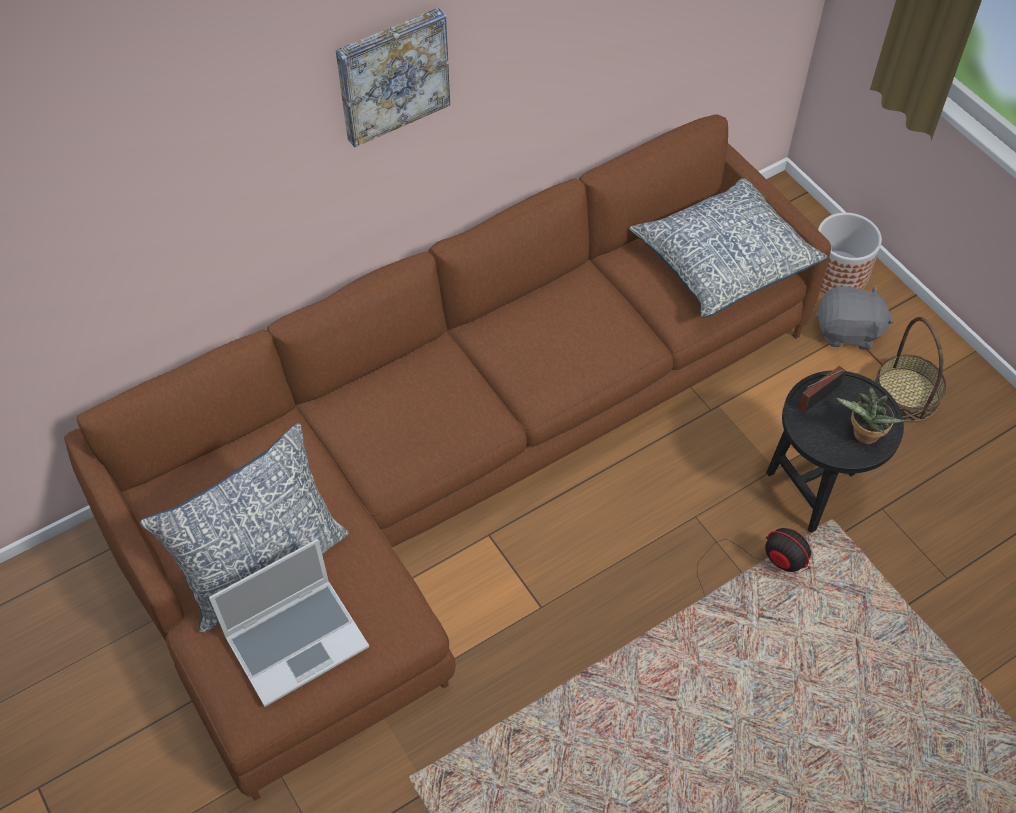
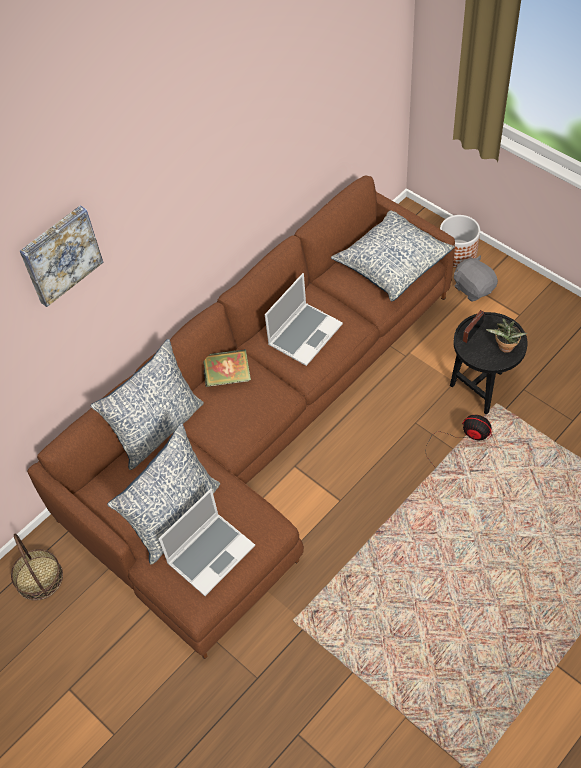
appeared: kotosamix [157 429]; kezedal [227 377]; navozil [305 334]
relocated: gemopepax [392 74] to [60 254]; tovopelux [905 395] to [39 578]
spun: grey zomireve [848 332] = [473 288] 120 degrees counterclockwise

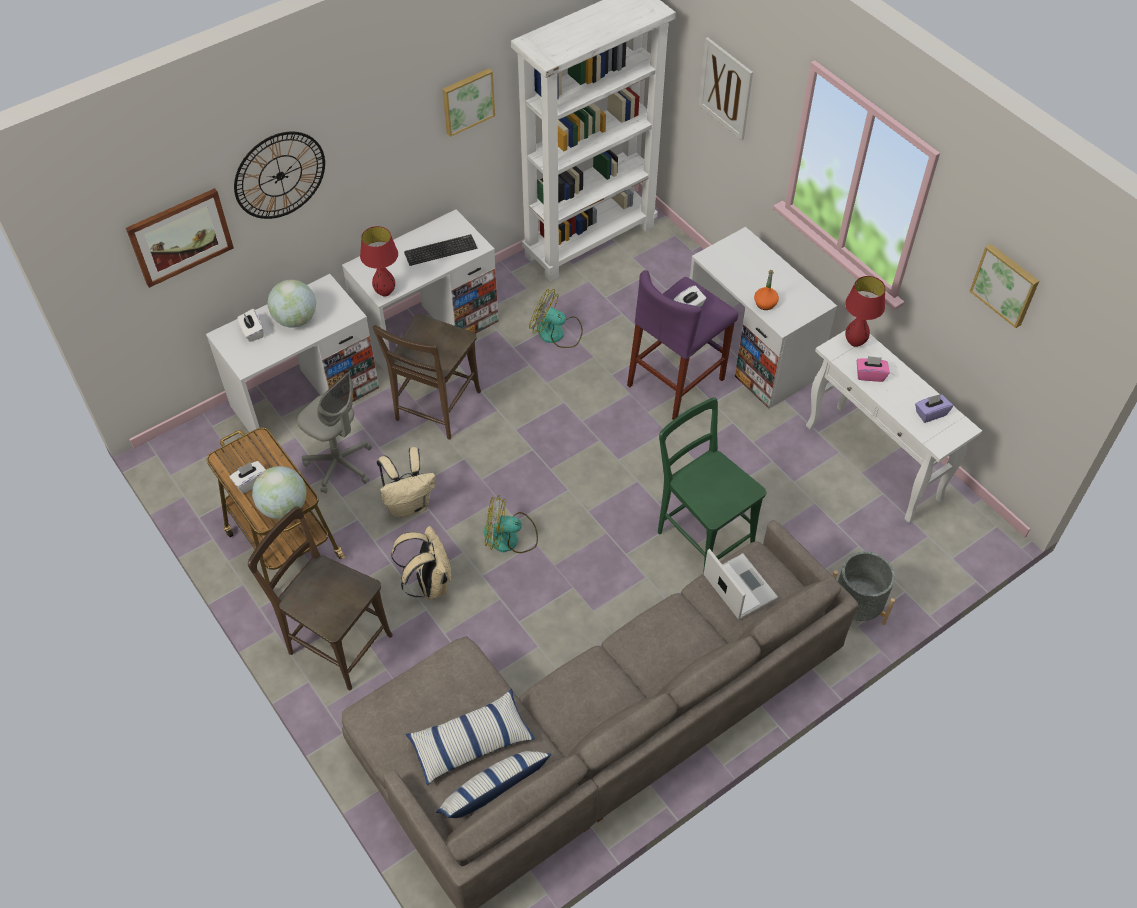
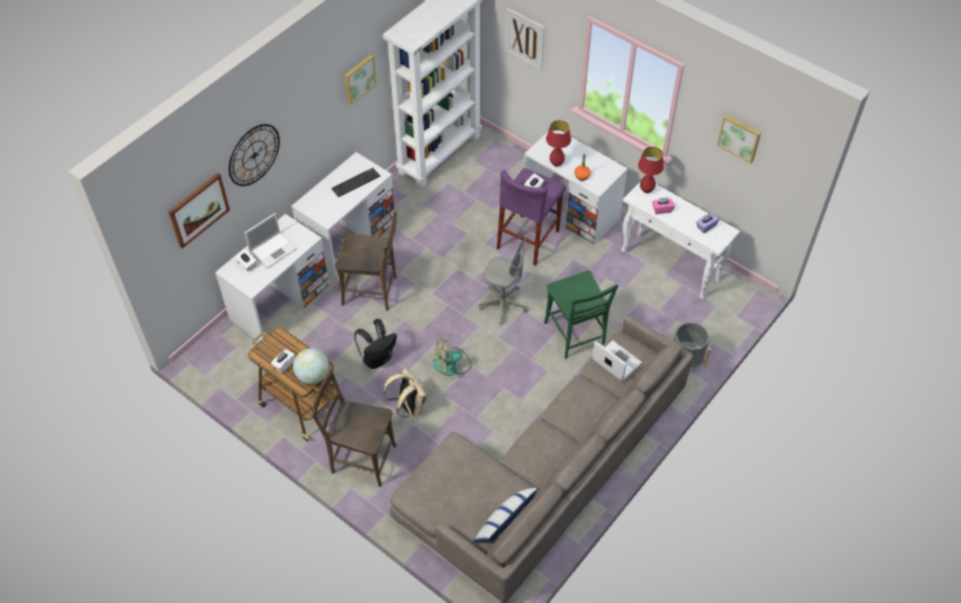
missing: kotosamix [471 742]; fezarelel [557 333]
relocated: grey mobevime [340 465] to [503 304]; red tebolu [385 292] to [556 164]
exchanged: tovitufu [295 319] to navozil [274 249]
colour: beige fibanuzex [409 505] to black fibanuzex [377 359]
spun: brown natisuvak [435 409] = [373 291] 90 degrees counterclockwise; green natisuvak [702 535] = [576 336] 150 degrees counterclockwise

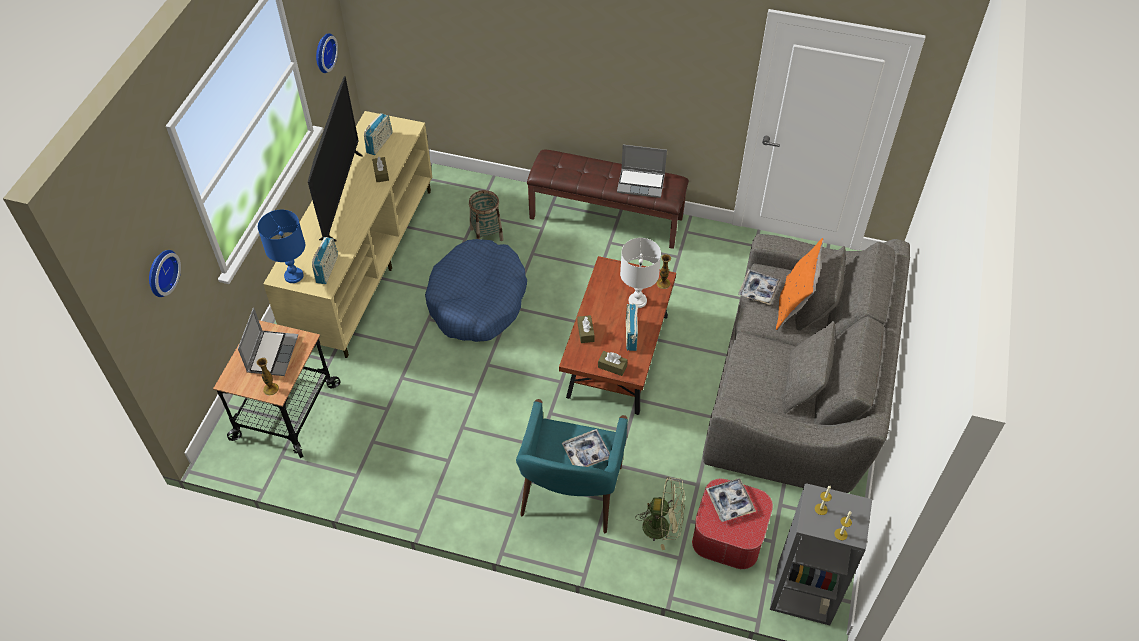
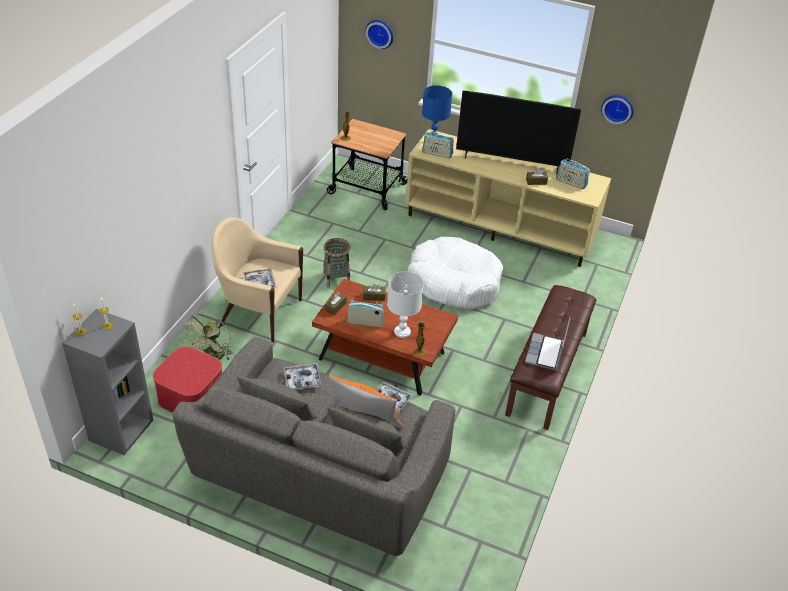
missing: navozil [272 353]
relocated: tovopelux [486 234] to [336 278]; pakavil [730 502] to [302 380]
colour: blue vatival [477 301] to white vatival [454 282]; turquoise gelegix [570 493] to beige gelegix [259 312]

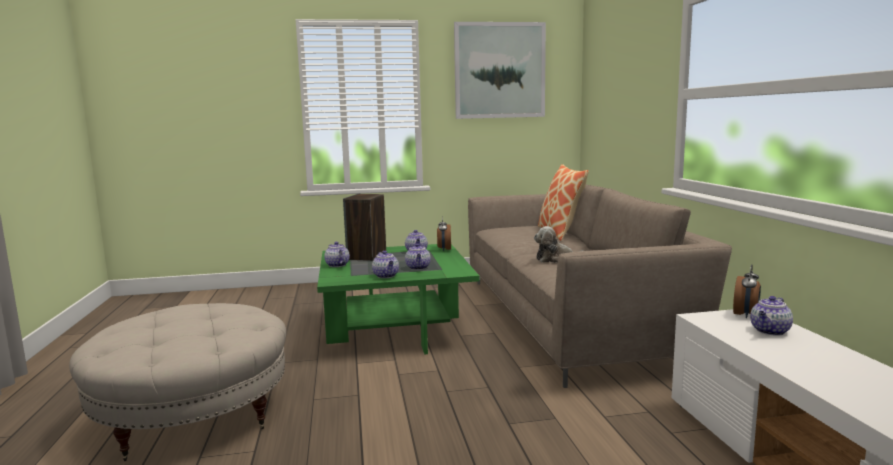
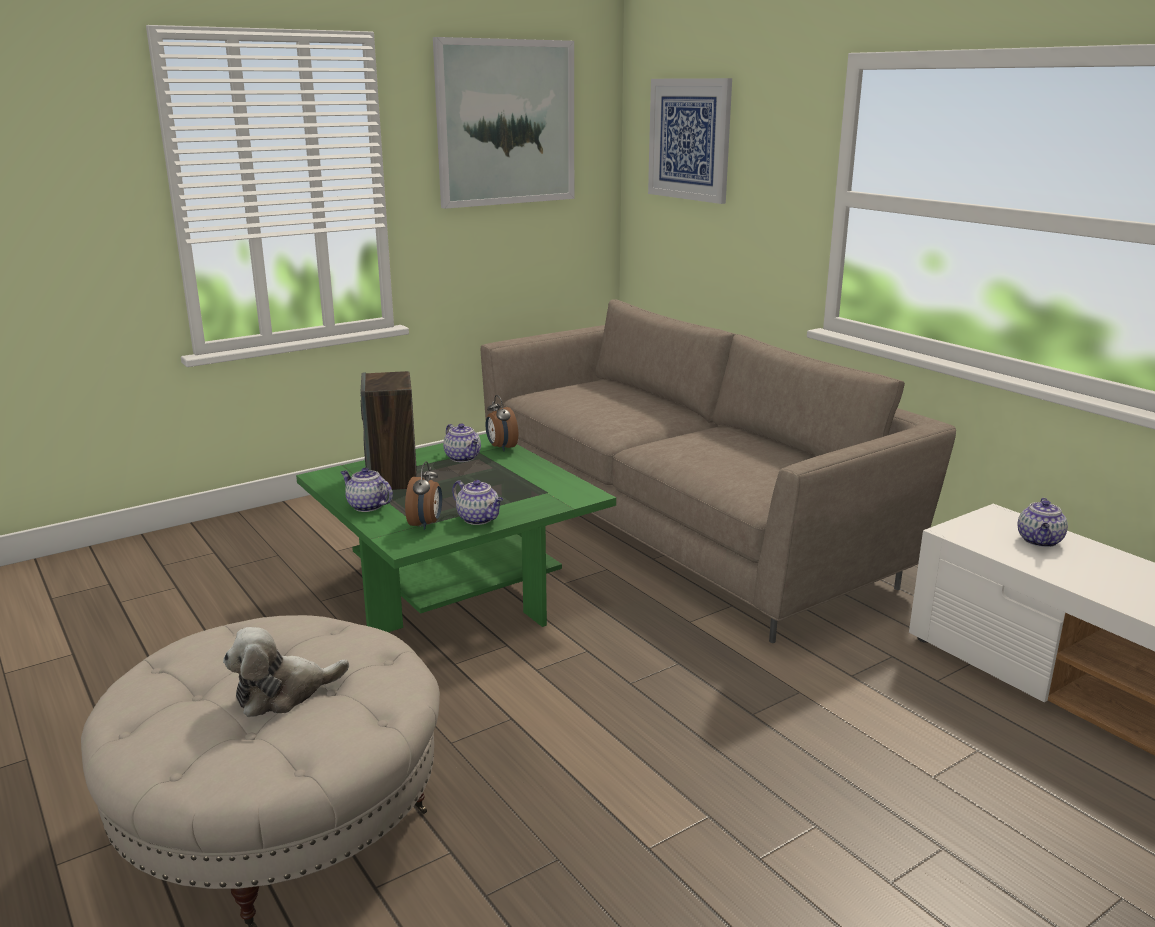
missing: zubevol [418 268]; kotosamix [561 233]
appeared: gemopepax [689 139]
relocated: zomireve [555 259] to [283 693]; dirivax [745 314] to [426 524]

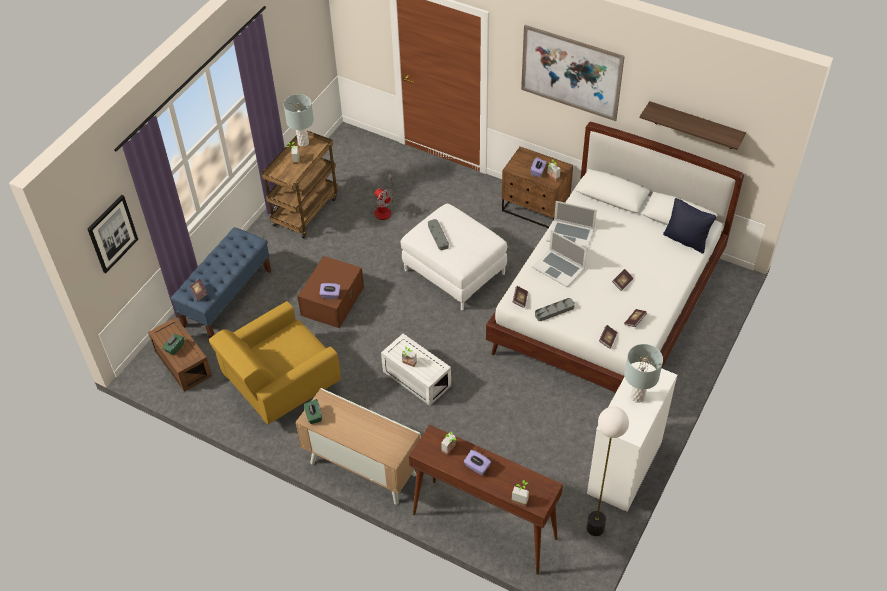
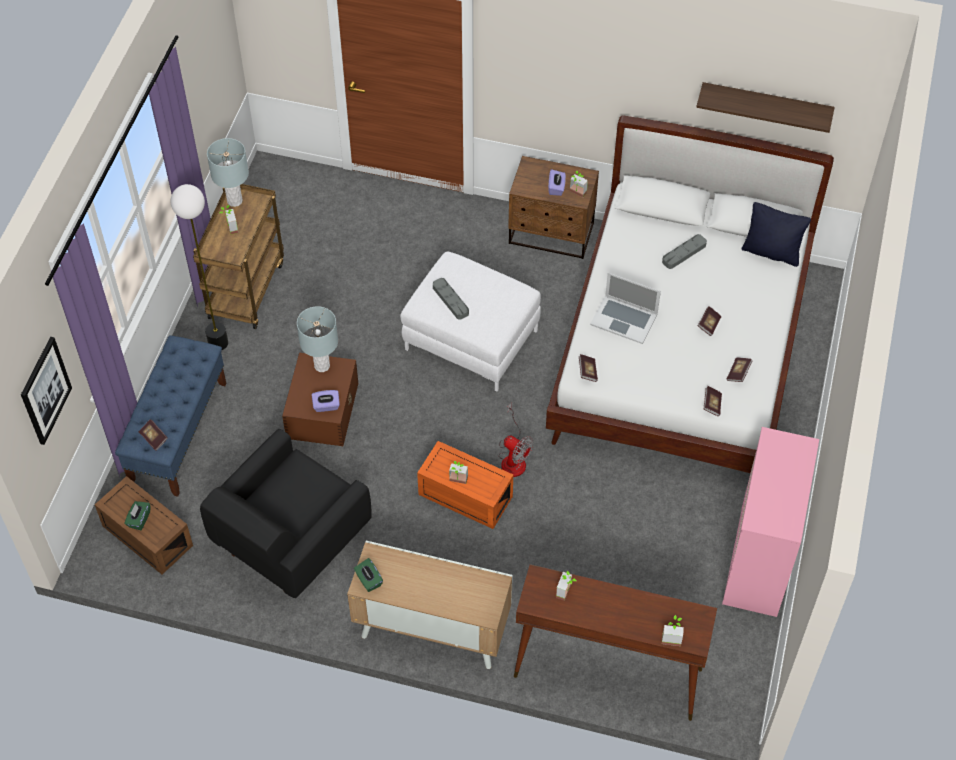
missing: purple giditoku [477 467]; gemopepax [571 72]; navozil [570 235]
relocated: fezarelel [384 209] to [513 458]; grey pakavil [554 311] to [684 253]; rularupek [595 528] to [217 343]; grey tebolu [638 397] to [322 366]
colour: yellow gelegix [280 385] to black gelegix [289 540]; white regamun [415 378] to orange regamun [463 496]; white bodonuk [624 468] to pink bodonuk [758 561]

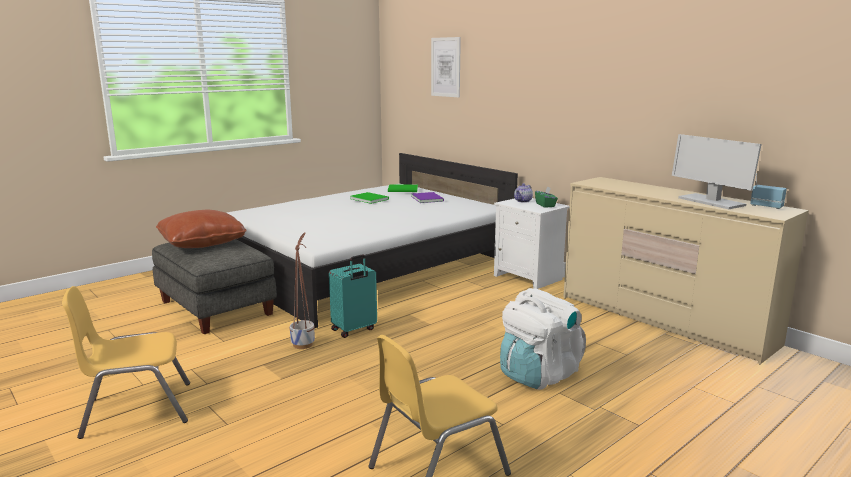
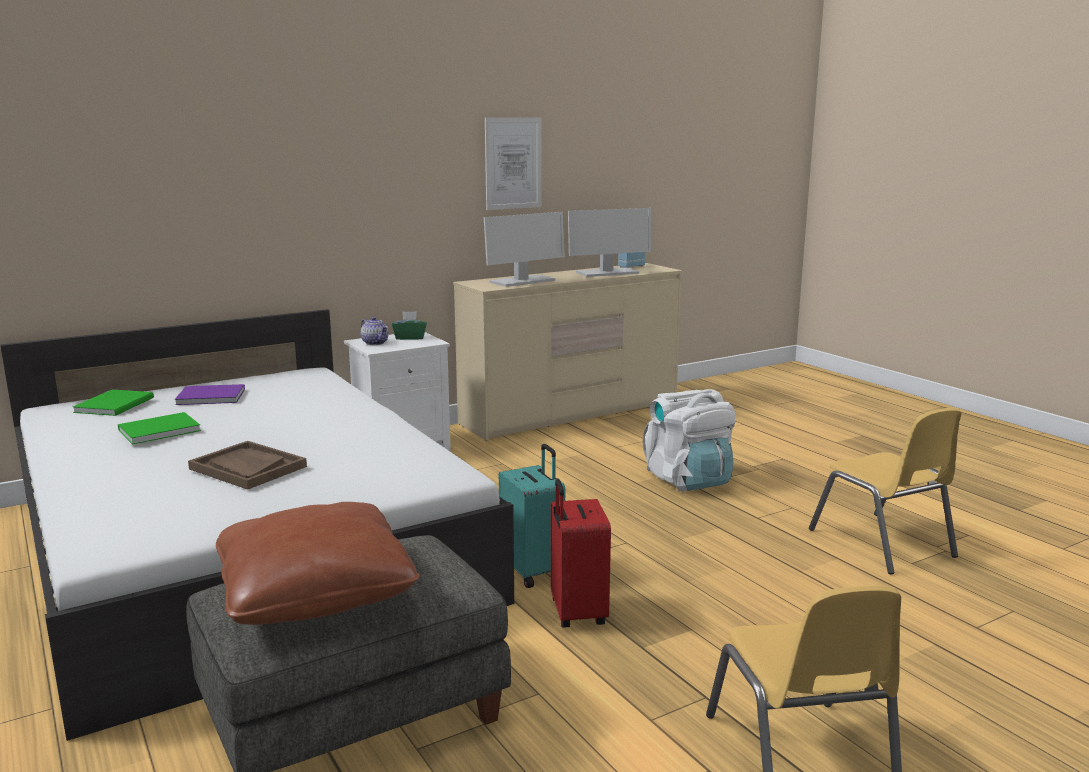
appeared: brown pakavil [247 468]; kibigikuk [522 281]
relocated: gemopepax [445 67] to [513 163]
exchanged: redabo [303 344] to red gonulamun [576 613]

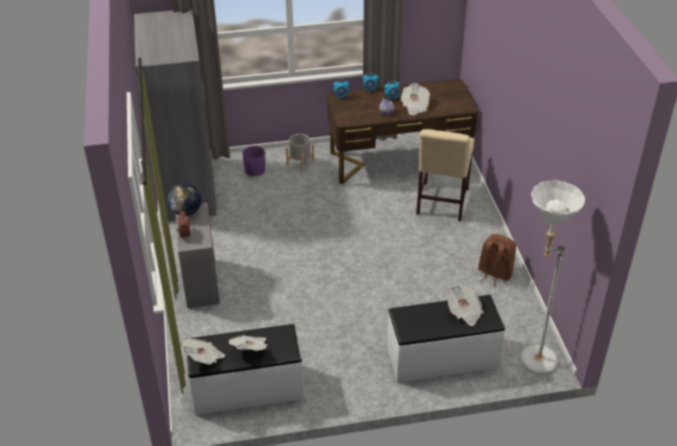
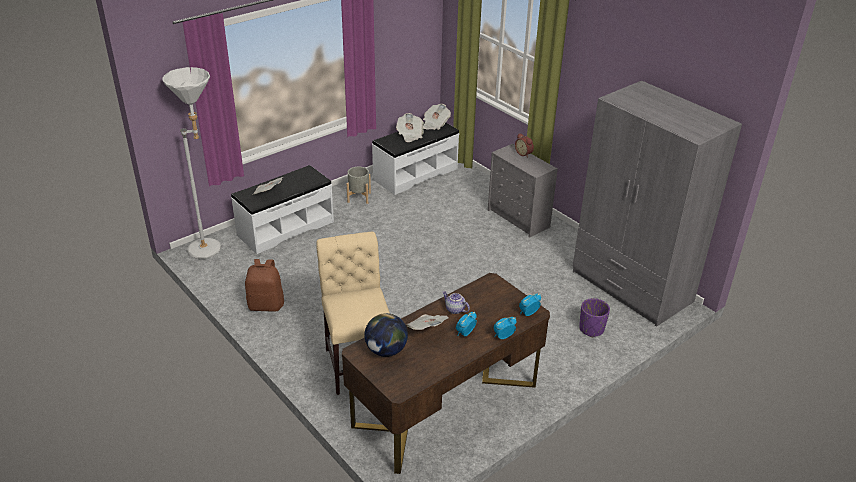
relocated: tovitufu [186 212] to [386 350]; grey redabo [300 163] to [359 197]

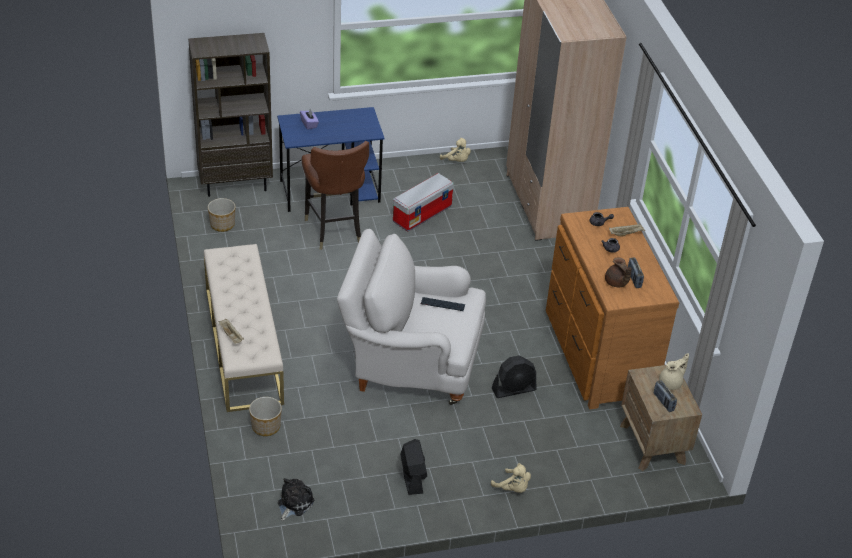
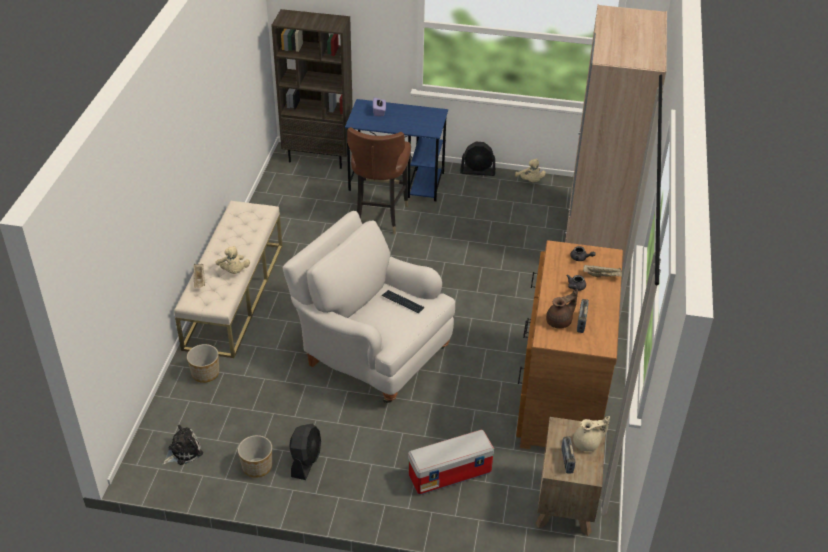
relocated: redabo [222 224] to [257 466]; regamun [422 213] to [450 473]; beige zomireve [512 488] to [233 271]; black fezarelel [514 389] to [477 171]
spun: brown zubevol [616 283] = [560 321] 120 degrees counterclockwise

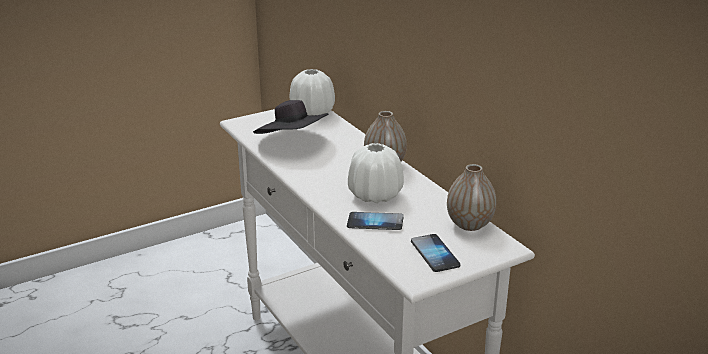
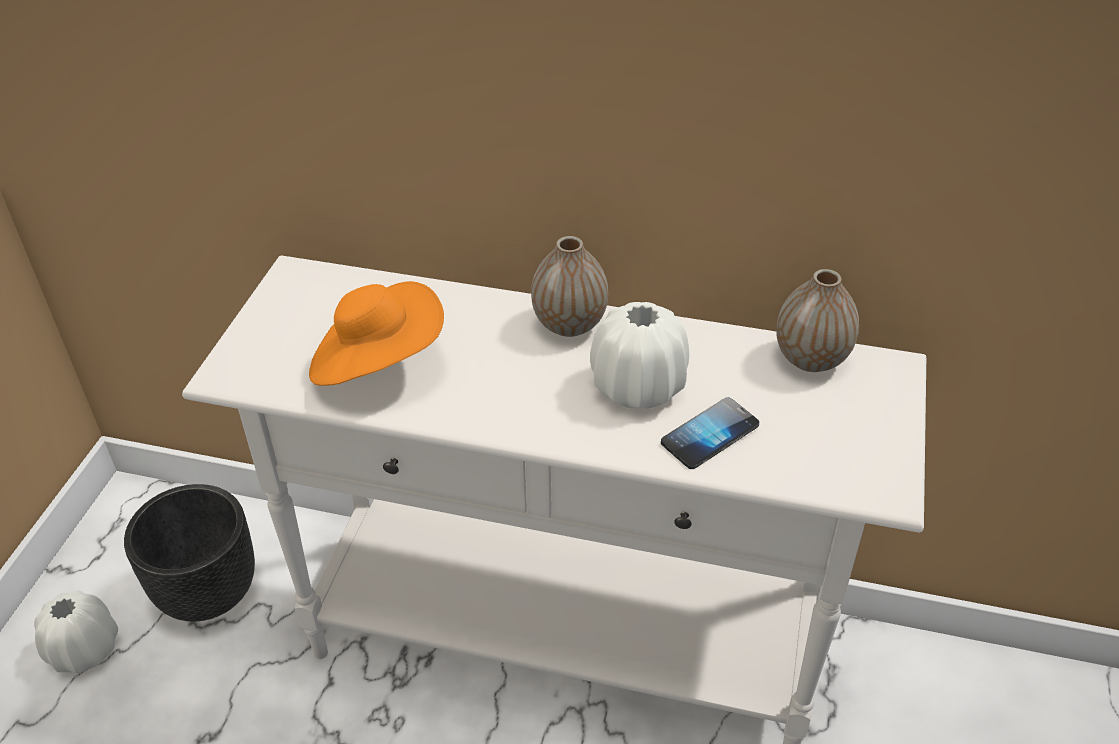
missing: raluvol [435 254]
appeared: black redabo [208 594]
relocated: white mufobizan [312 112] to [84 650]
colour: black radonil [293 142] to orange radonil [378 362]

